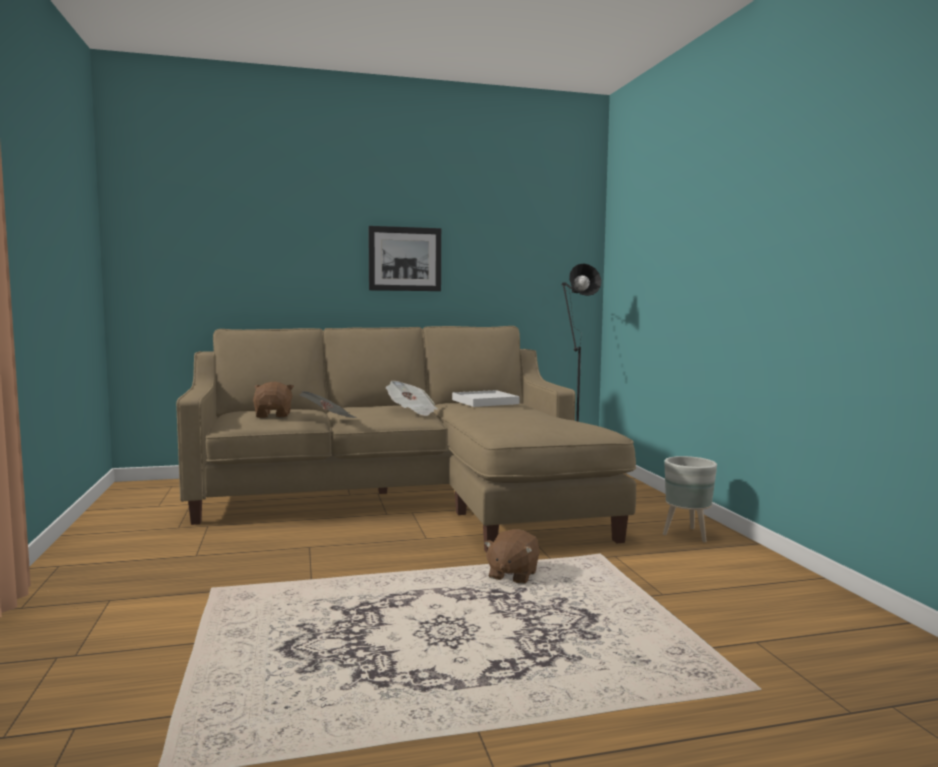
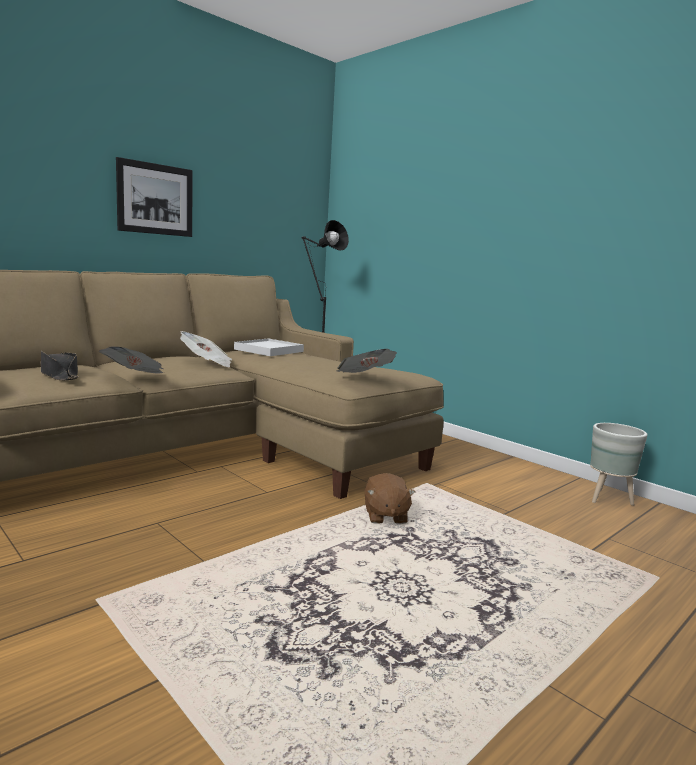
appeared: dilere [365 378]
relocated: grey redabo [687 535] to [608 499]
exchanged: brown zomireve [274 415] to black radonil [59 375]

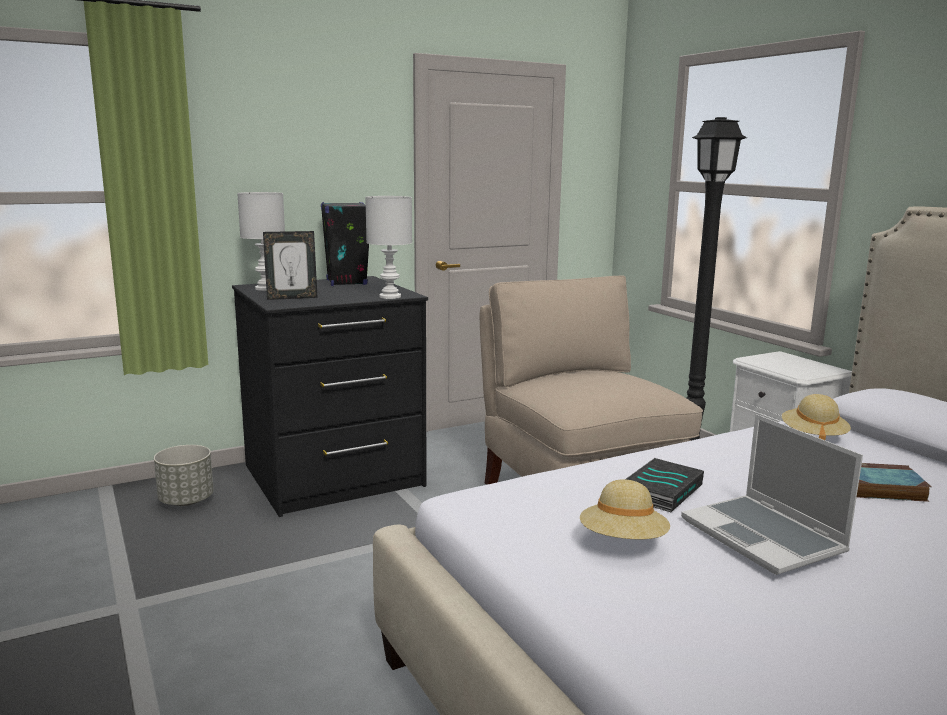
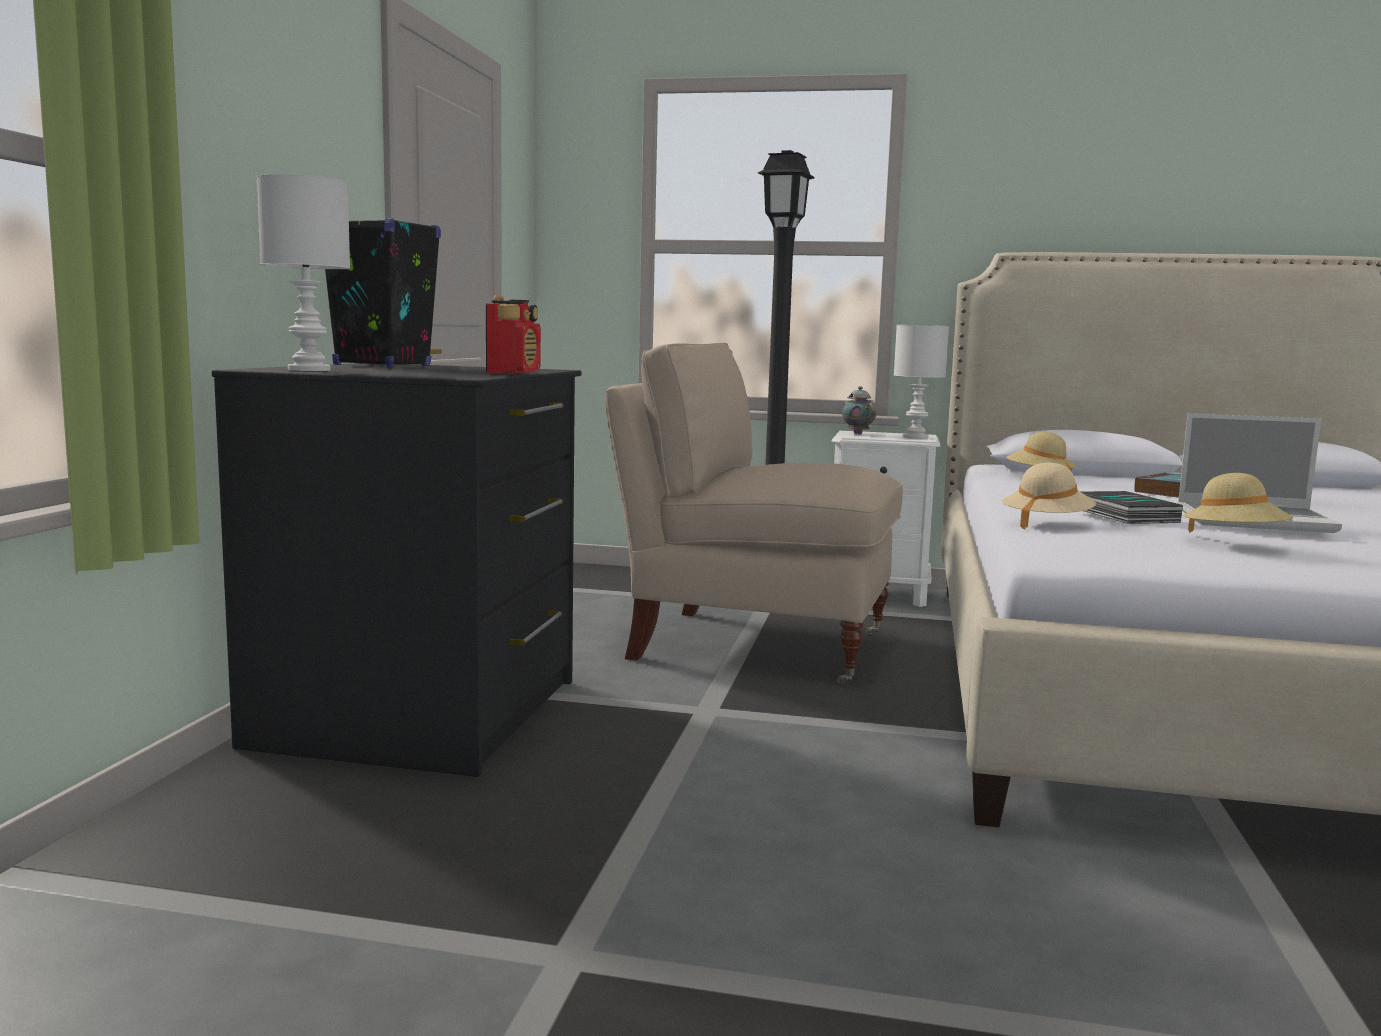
missing: grey redabo [187 500]; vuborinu [292 298]
appeared: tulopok [514 373]; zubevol [857 433]; beige radonil [1046 524]
relocated: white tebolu [389 297] to [915 437]

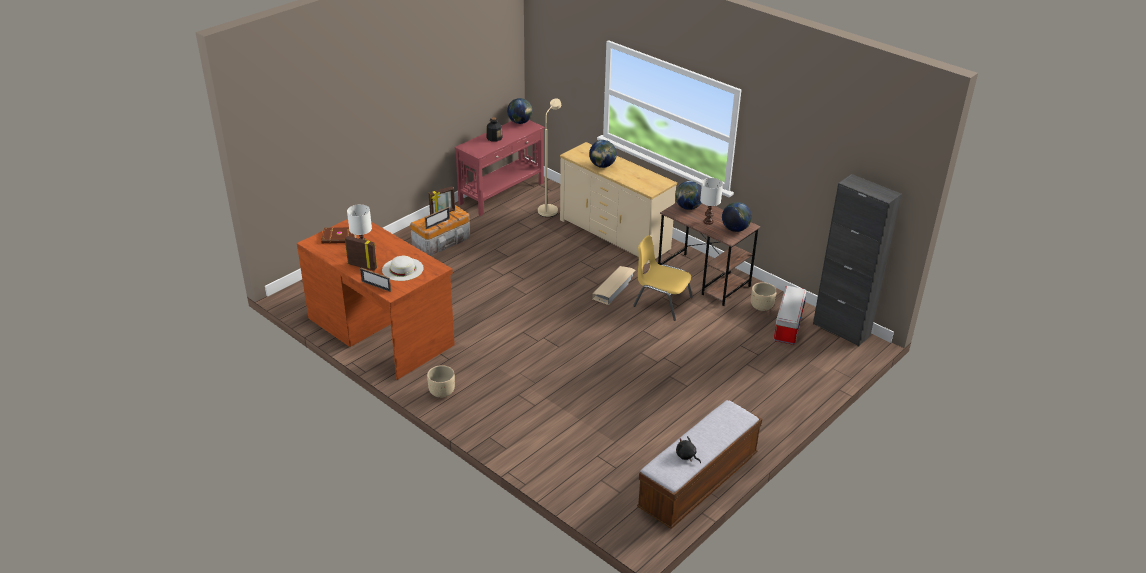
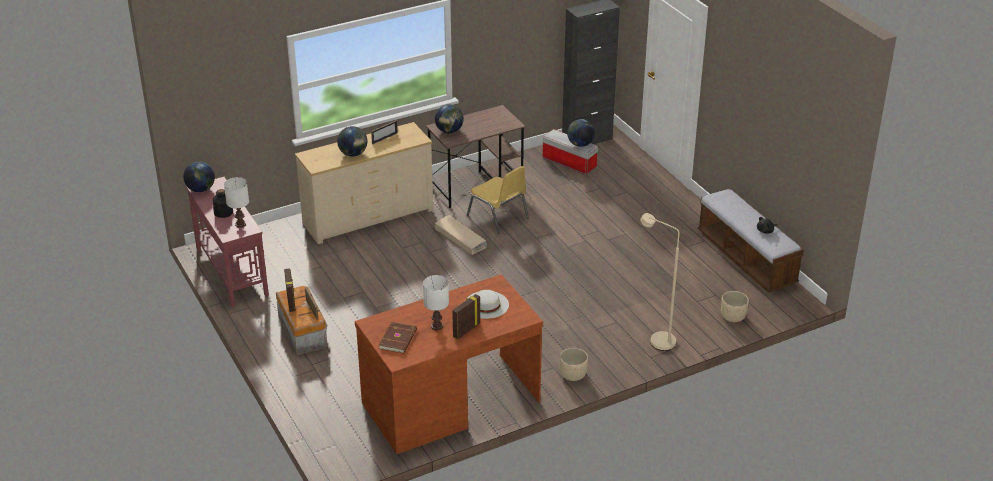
relocated: vuborinu [376 286] to [384 138]; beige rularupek [549 209] to [656 339]; white tebolu [708 221] to [240 224]; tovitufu [735 229] to [580 144]; beige redabo [762 306] to [733 317]
spun: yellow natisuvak [661 302] = [498 217] 90 degrees counterclockwise

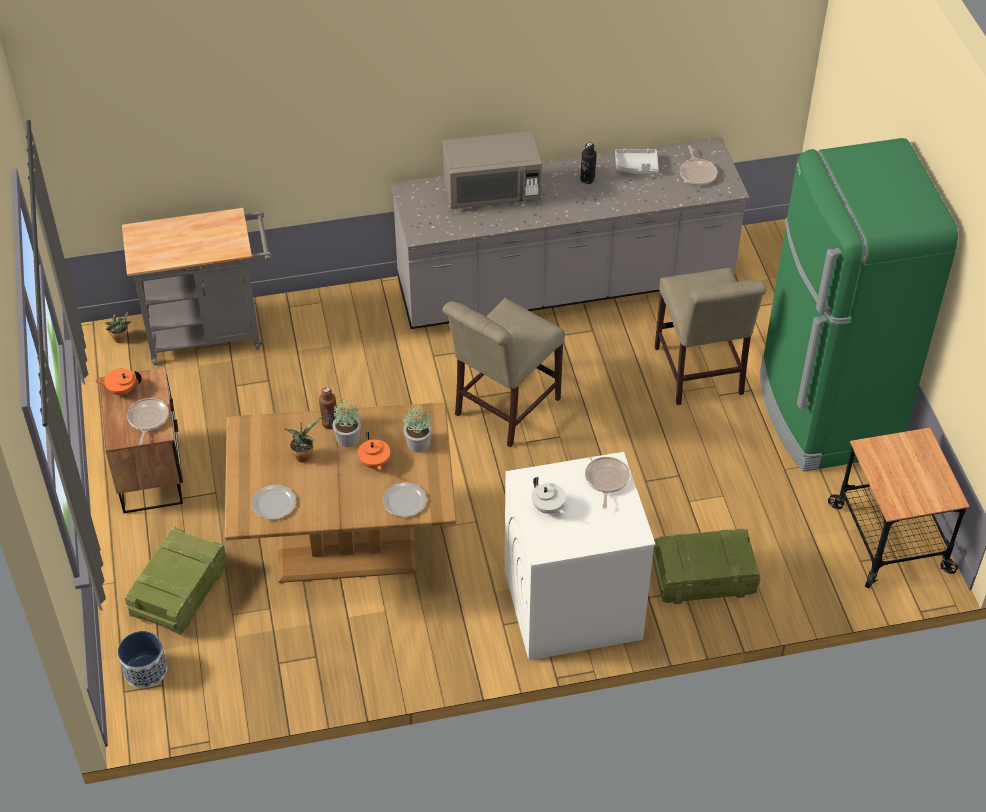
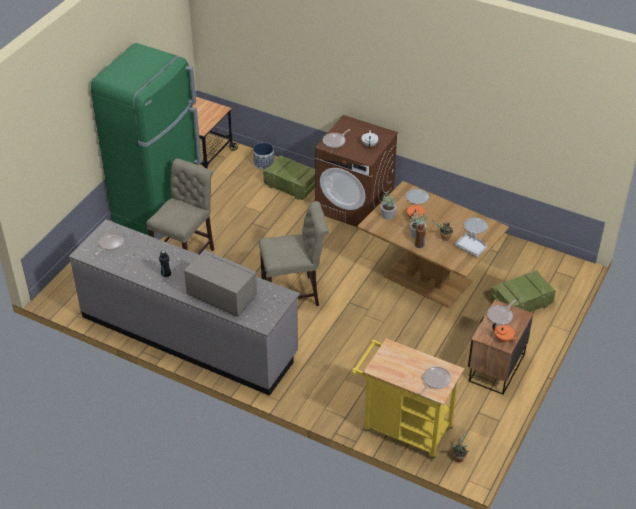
appeared: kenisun [435 380]
relocated: redabo [146 671] to [264 163]; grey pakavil [636 166] to [471 247]
colour: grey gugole [212 333] to yellow gugole [402 428]; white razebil [571 605] to brown razebil [355 205]

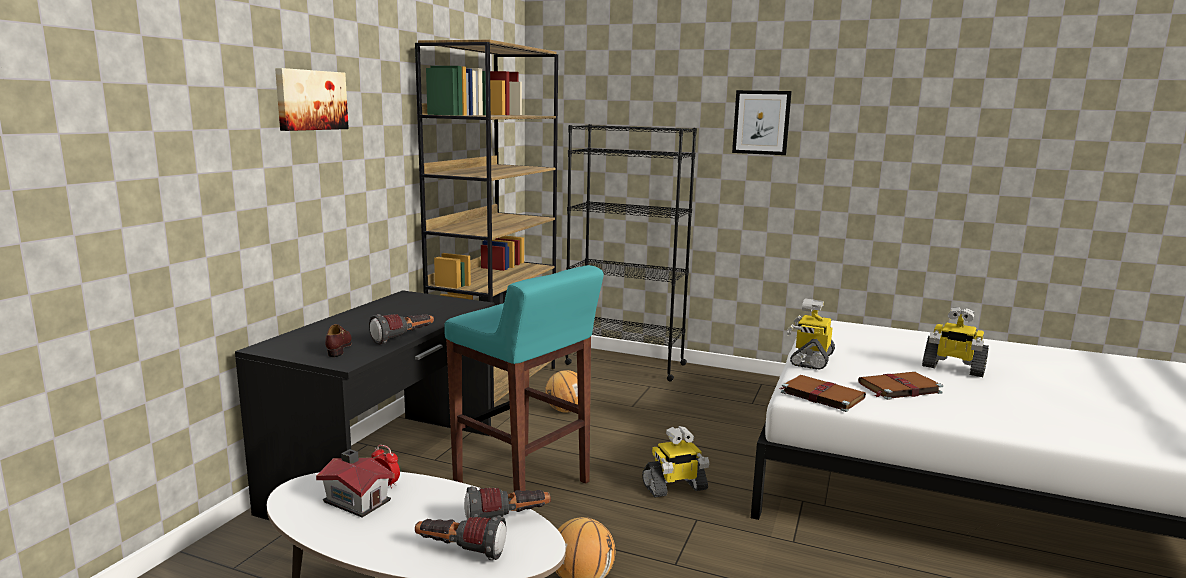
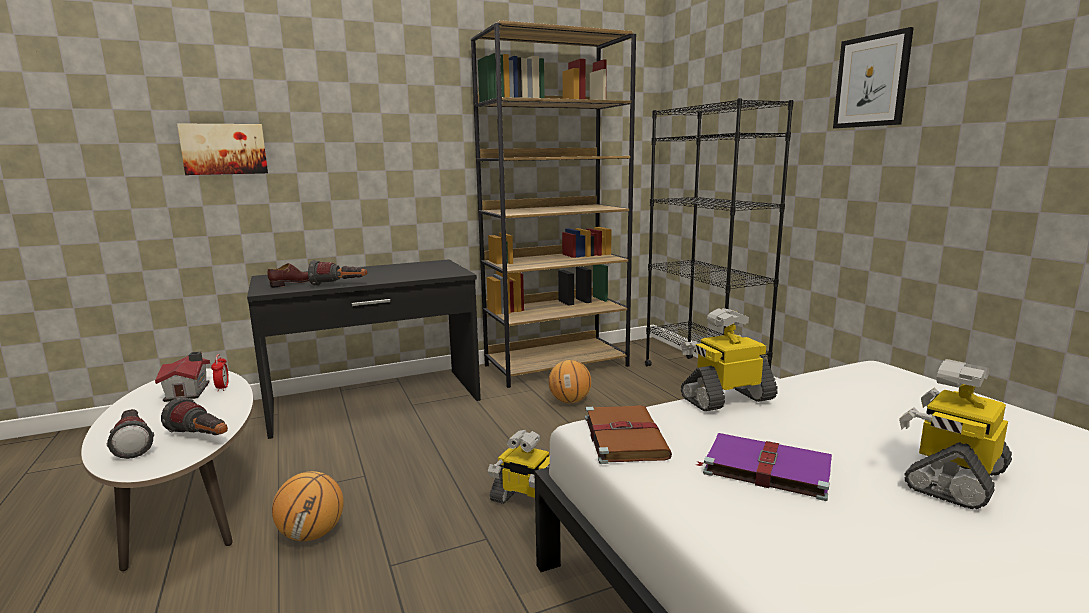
missing: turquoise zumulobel [523 486]
relocated: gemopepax [310 100] to [224 149]
colour: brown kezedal [898 388] to purple kezedal [764 468]
spun: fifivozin [952 368] = [953 478] 60 degrees clockwise

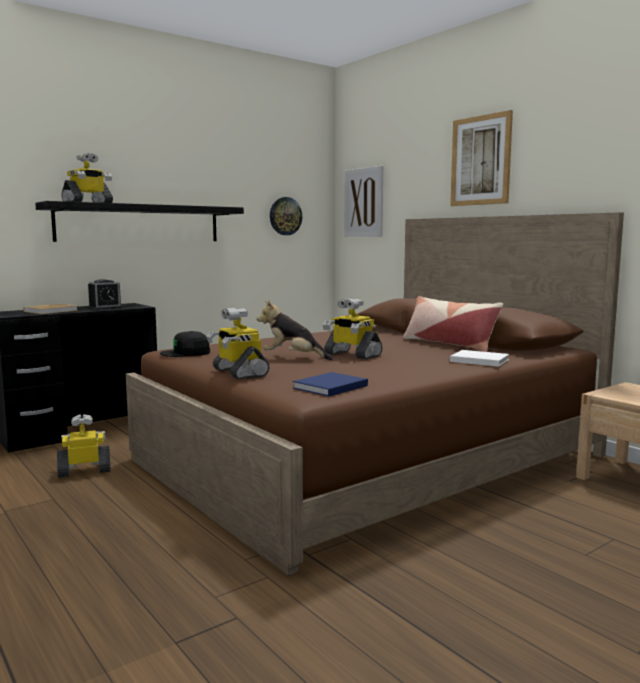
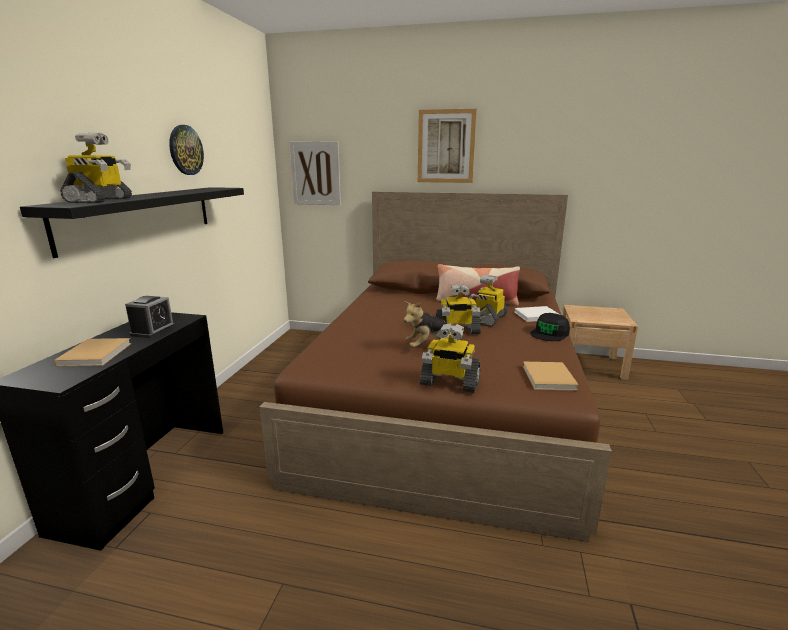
relocated: fifivozin [85 471] to [488 319]; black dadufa [186 353] to [550 333]; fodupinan [285 216] to [185 150]
colour: blue kezedal [329 387] to beige kezedal [549 378]

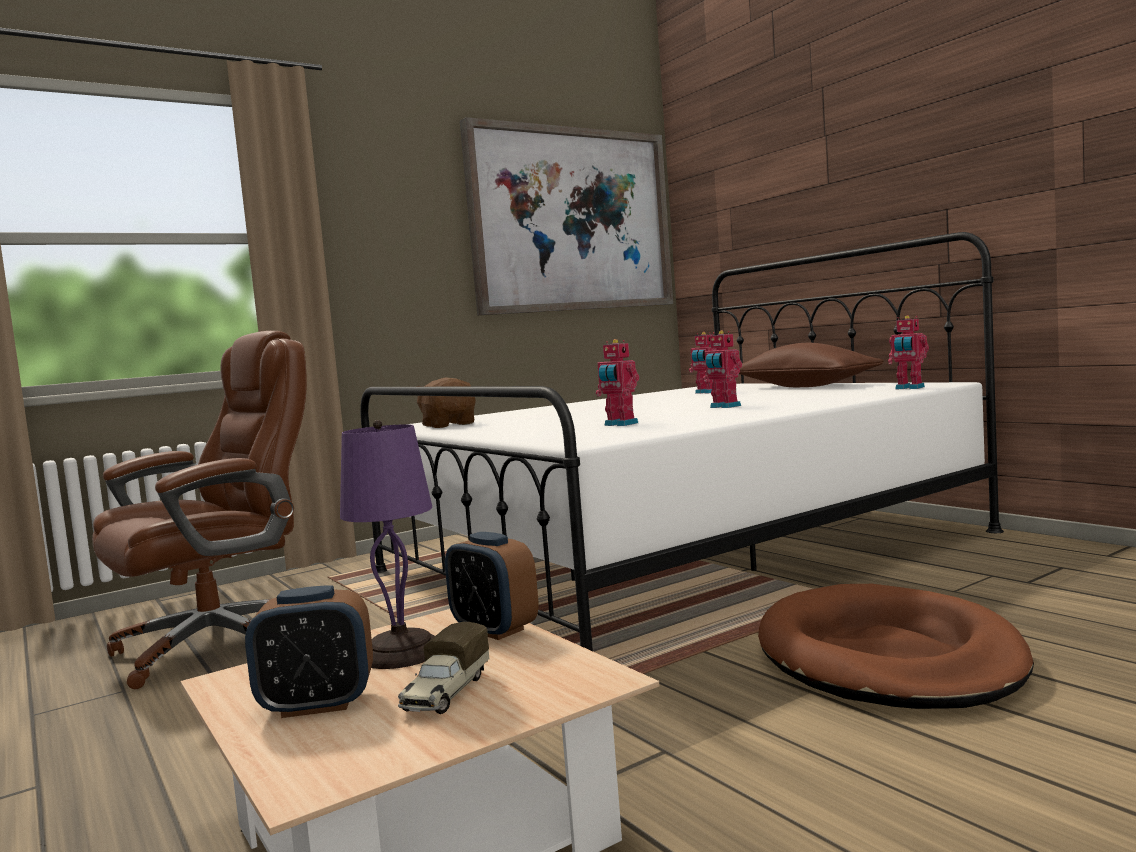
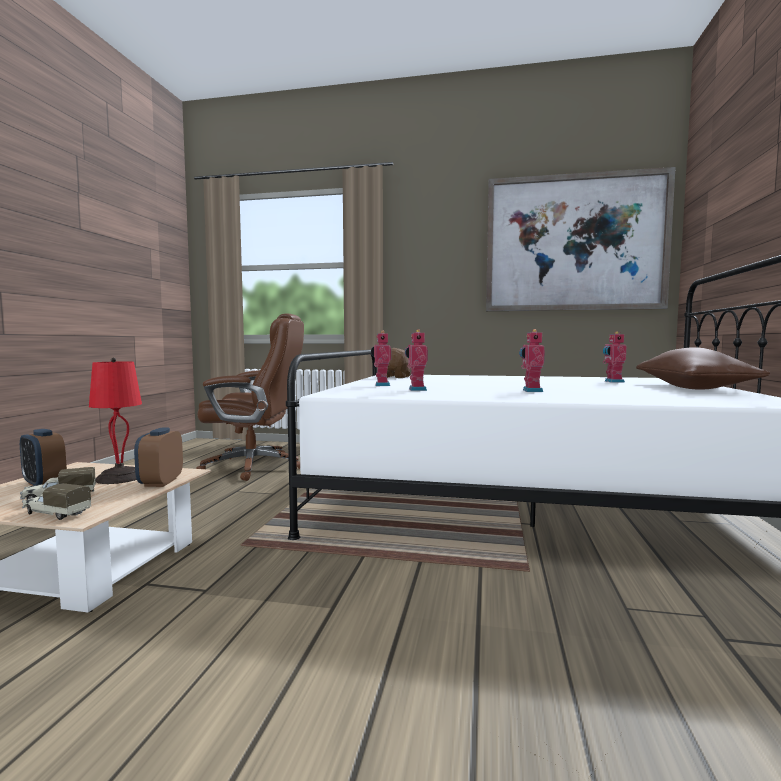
missing: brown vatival [887 657]
appeared: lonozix [55 513]
relocated: fifivozin [909 388] to [381 385]
colour: purple tebolu [403 652] to red tebolu [120 478]

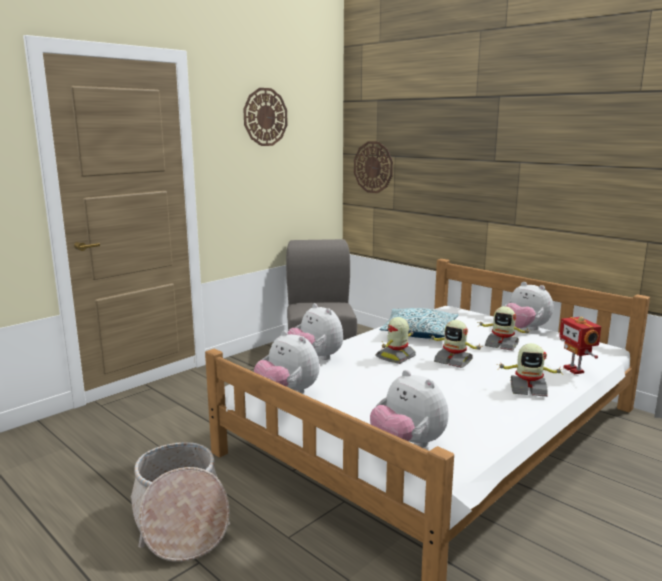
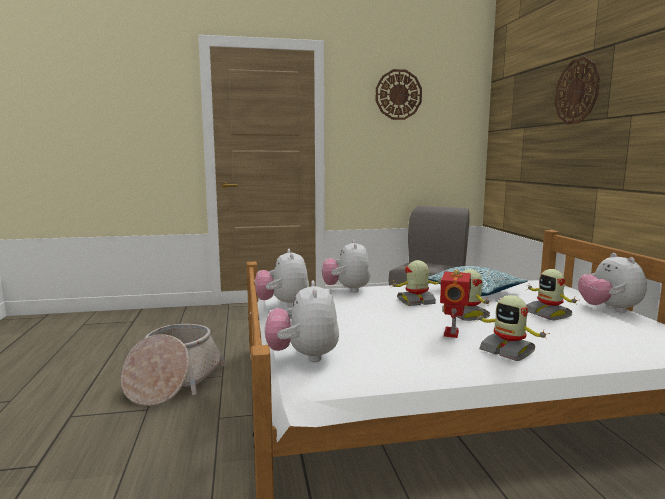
relocated: fodupinan [373 167] to [577 91]; fifivozin [574 370] to [453 333]

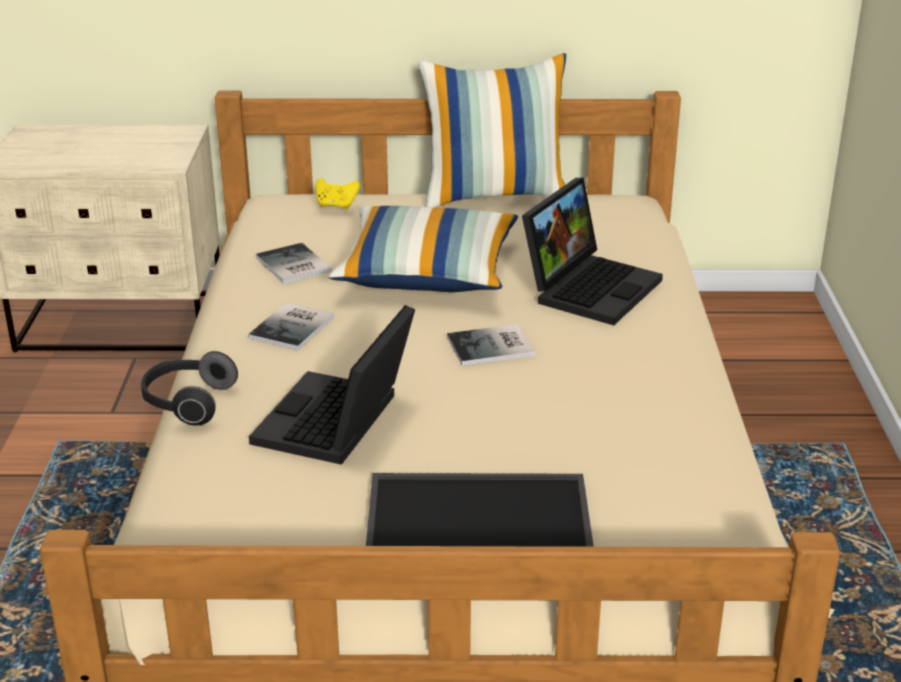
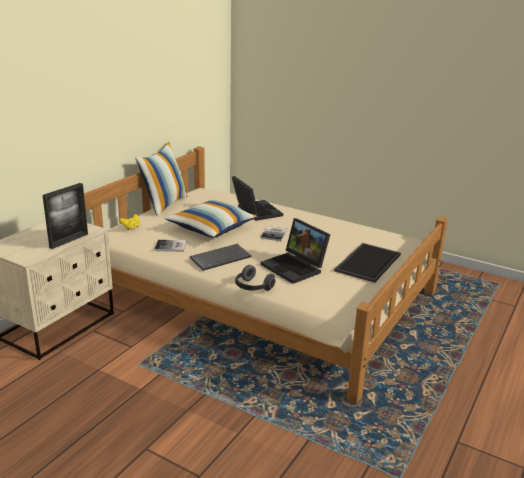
appeared: vuborinu [69 241]
exchanged: kezedal [295 327] to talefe [220 258]

